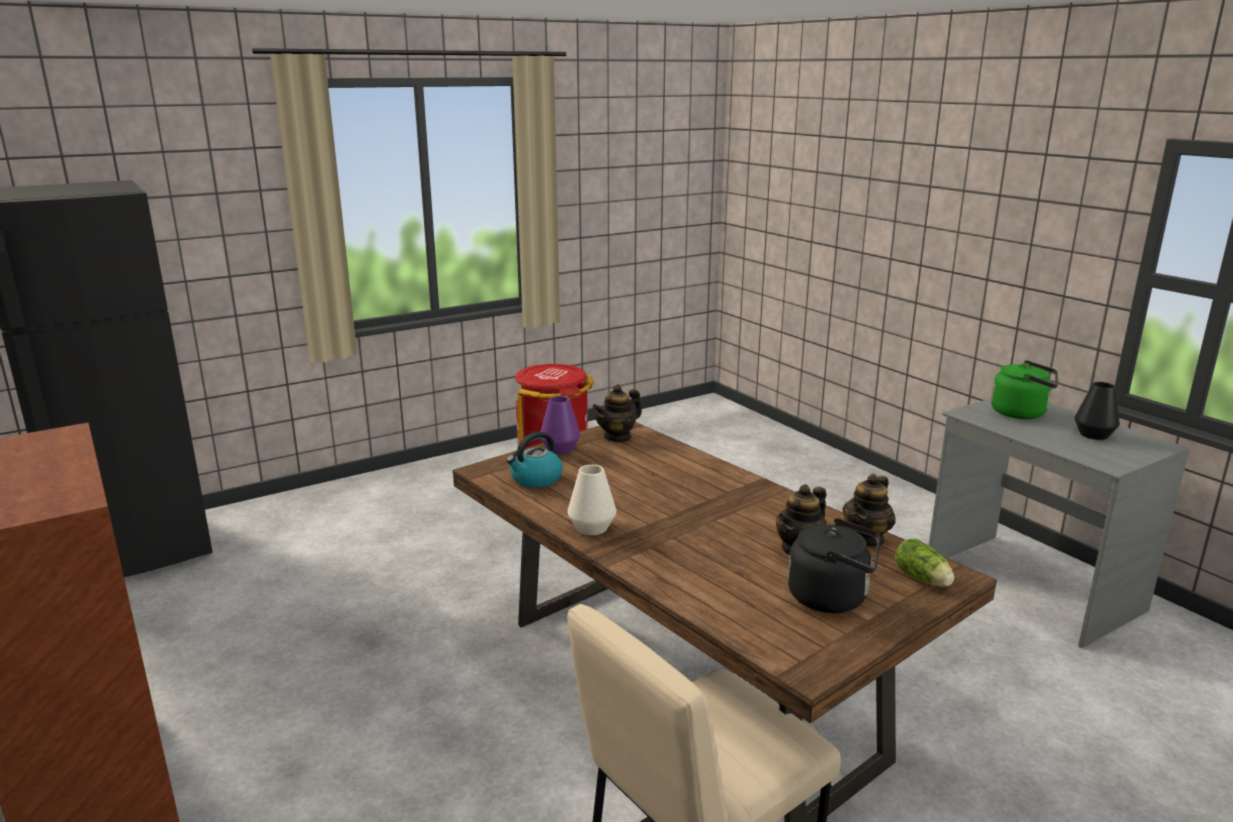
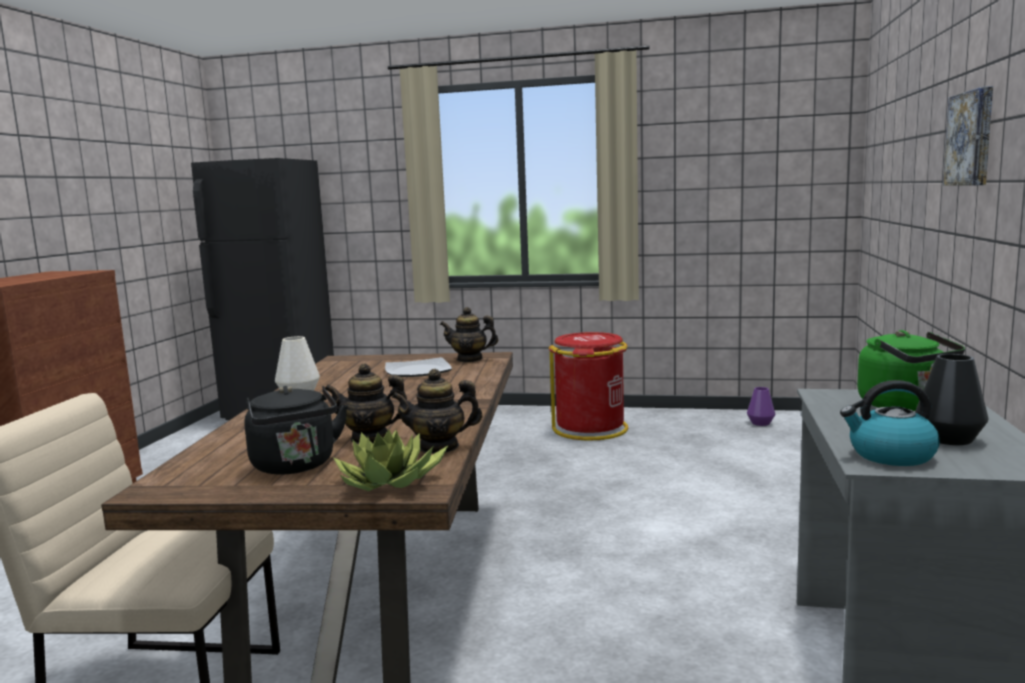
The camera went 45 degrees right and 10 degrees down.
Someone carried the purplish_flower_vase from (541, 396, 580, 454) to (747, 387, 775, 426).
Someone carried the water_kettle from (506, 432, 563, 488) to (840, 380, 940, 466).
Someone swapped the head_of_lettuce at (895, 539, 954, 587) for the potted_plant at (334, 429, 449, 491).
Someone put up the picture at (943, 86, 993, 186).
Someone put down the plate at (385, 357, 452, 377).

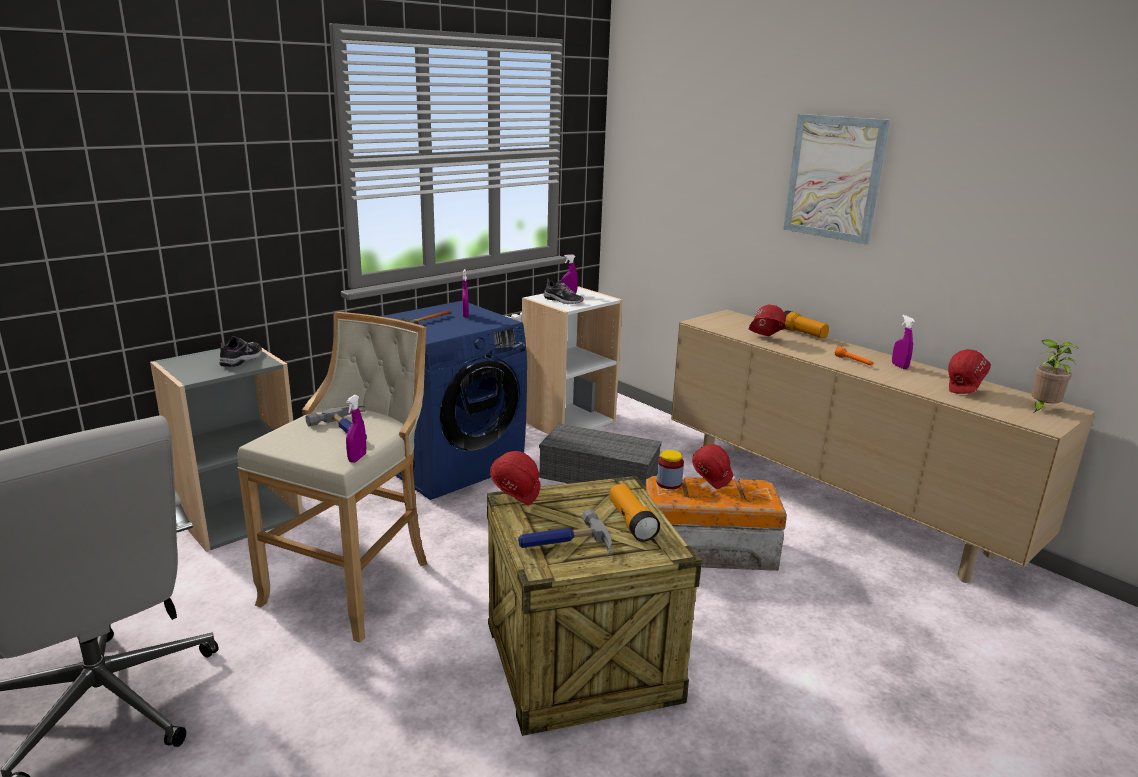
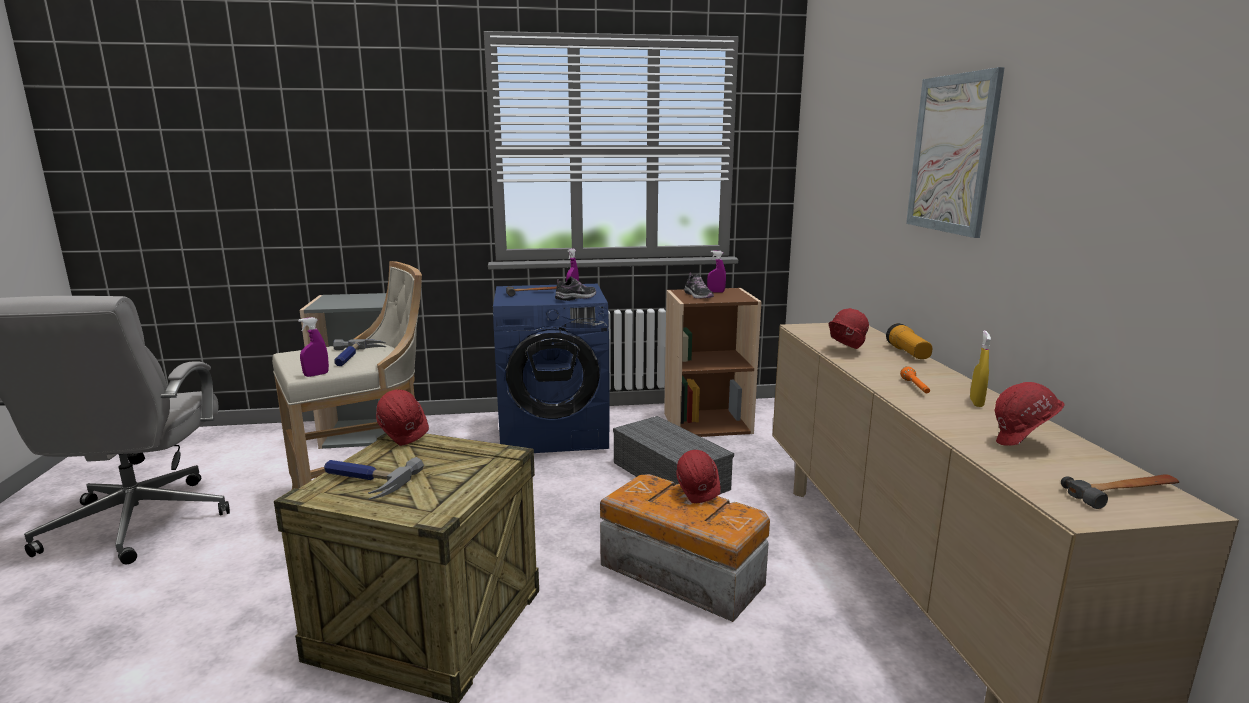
The camera went 35 degrees right and 5 degrees down.
Someone repainted the white_bookshelf at (522, 287, 623, 434), which became the brownish_bookshelf at (664, 288, 762, 437).
Someone repainted the purplish_sprayer at (892, 315, 915, 369), which became the yellowish_sprayer at (970, 330, 991, 407).
Someone carried the low_shoe from (219, 336, 262, 367) to (555, 276, 596, 301).
Someone swapped the potted_plant at (1032, 339, 1080, 412) for the hand_hammer at (1061, 474, 1179, 509).
Someone took away the storage_jar at (657, 450, 684, 489).
Someone took away the flashlight at (610, 484, 660, 542).

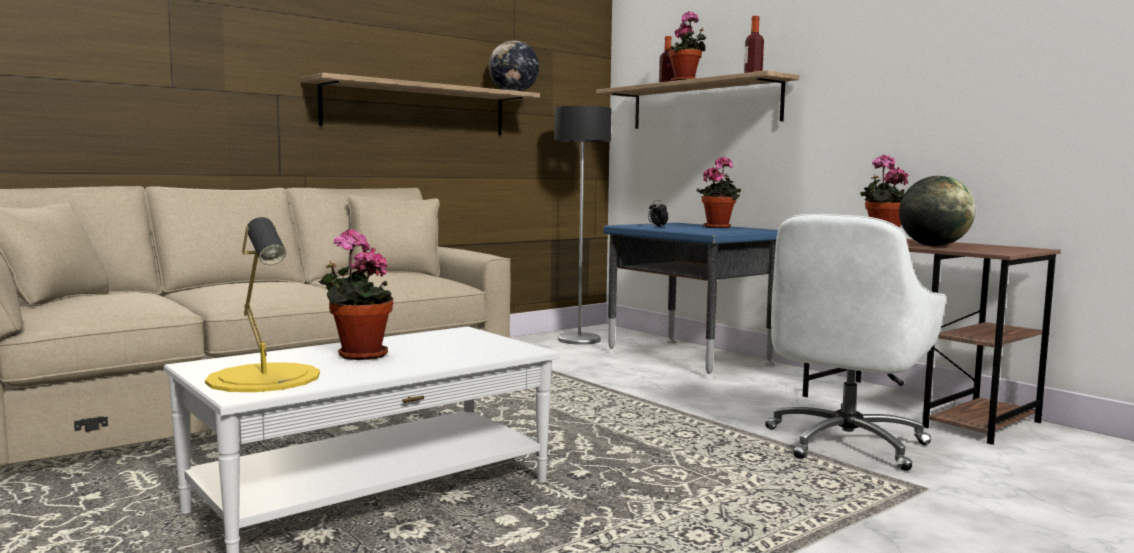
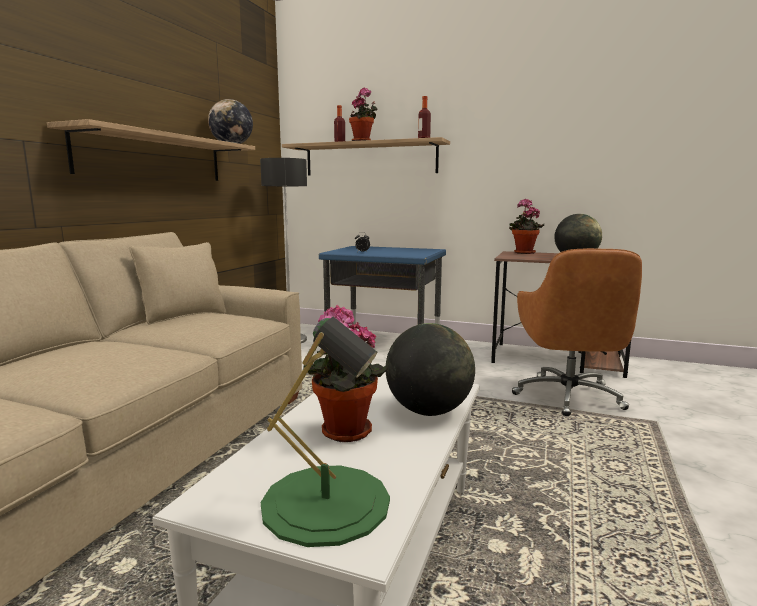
The camera went 30 degrees left and 5 degrees up.
Someone took away the potted_plant at (696, 156, 741, 228).
Someone repainted the white_computer_chair at (765, 214, 946, 471), which became the brownish_computer_chair at (512, 248, 642, 416).
Someone repainted the yellowish_lamp_for_a_table at (205, 217, 320, 392), which became the greenish_lamp_for_a_table at (261, 317, 390, 547).
Someone put down the desk_globe at (386, 323, 475, 416).

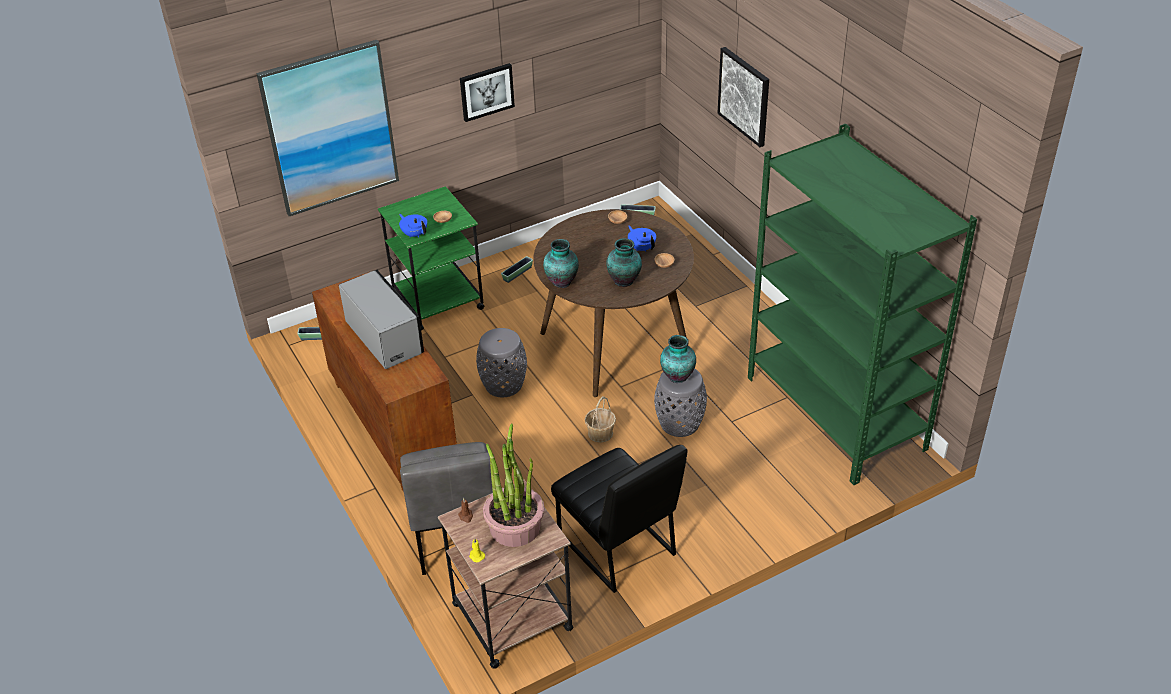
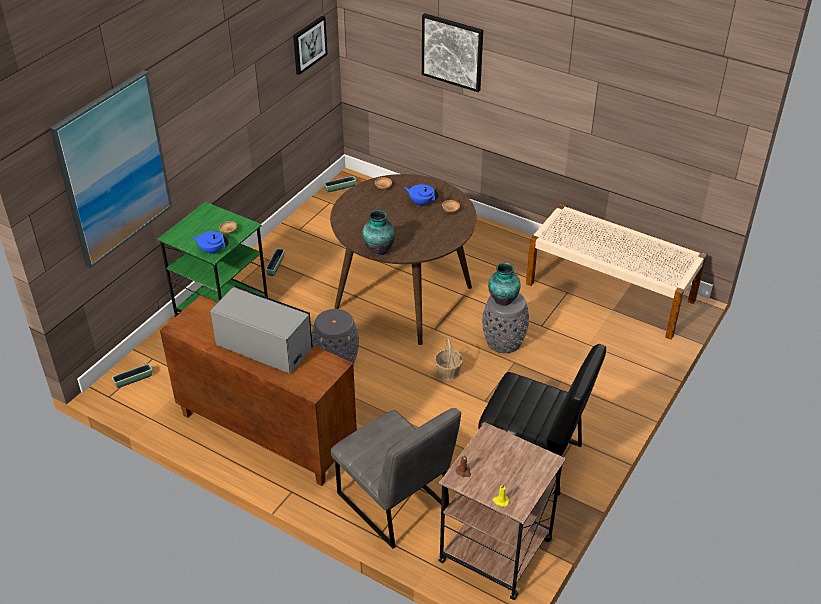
The camera went 30 degrees left and 0 degrees up.
Someone carried the picture from (460, 63, 515, 122) to (293, 16, 328, 75).
Someone swapped the greenish_bookshelf at (748, 124, 977, 485) for the sand-coloured_long_seat at (526, 204, 706, 340).
Someone took away the flower_vase at (606, 238, 642, 287).
Someone took away the potted_plant at (483, 424, 544, 547).

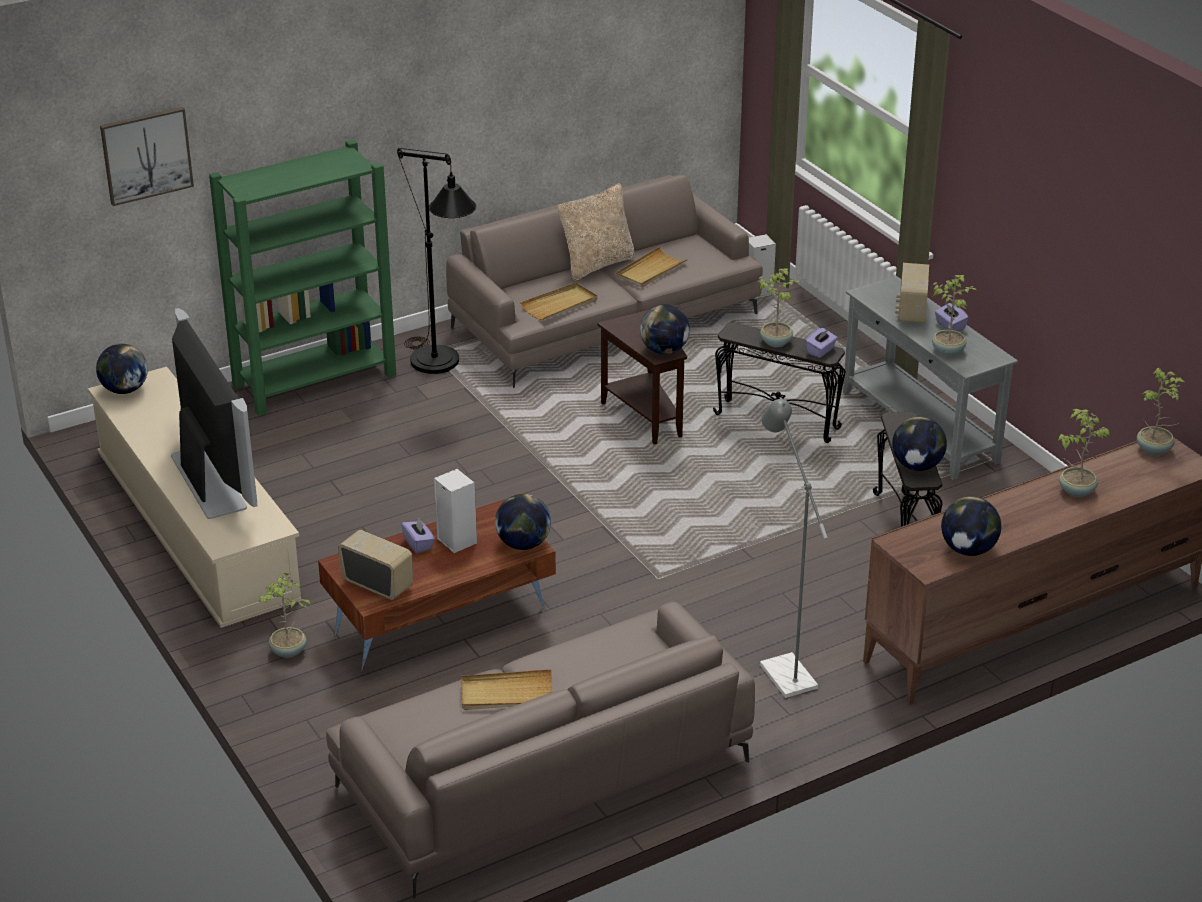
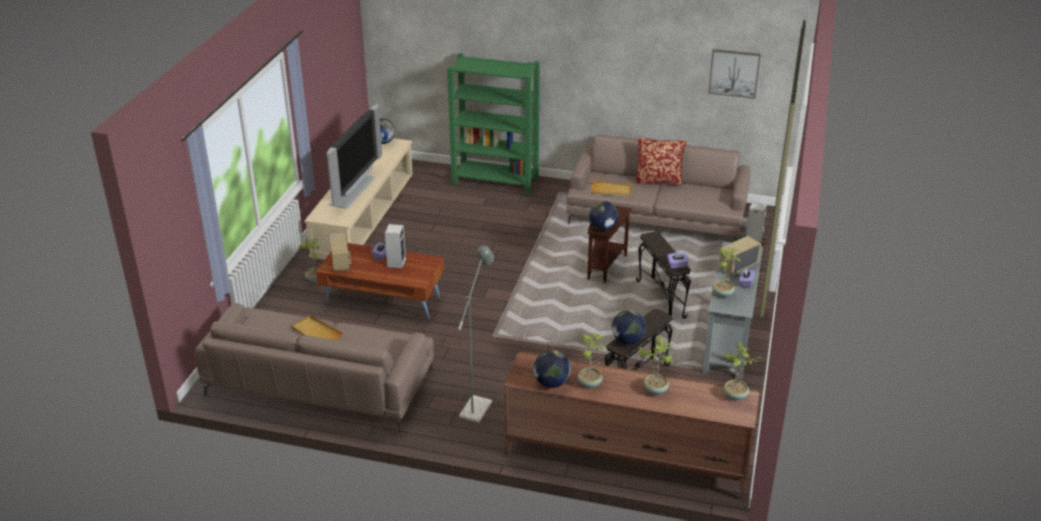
The camera went 45 degrees right and 0 degrees up.
Someone carried the picture from (100, 107, 194, 206) to (708, 49, 761, 99).
Someone took away the black_standard_lamp at (397, 148, 476, 374).
Someone repainted the sand-coloured_pillow at (558, 183, 635, 280), which became the red-coloured_pillow at (636, 137, 687, 186).
Someone took away the sand-coloured_tray at (616, 247, 688, 288).
Someone carried the potted_plant from (758, 269, 800, 347) to (577, 333, 607, 388).
Someone took away the desk_globe at (495, 494, 551, 550).

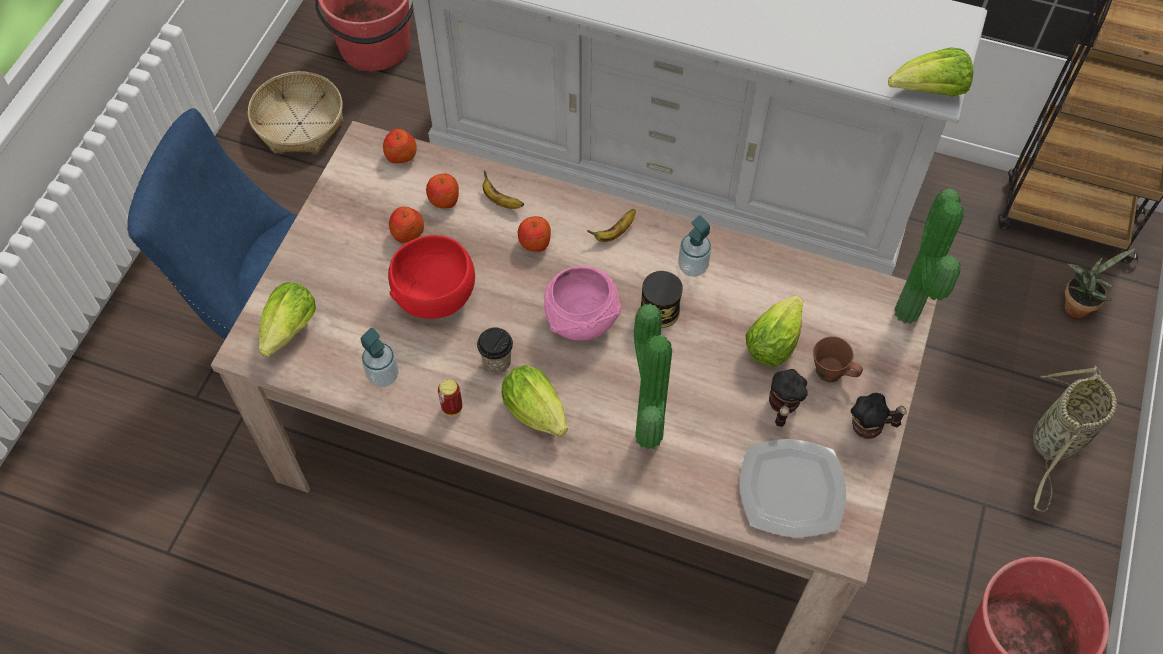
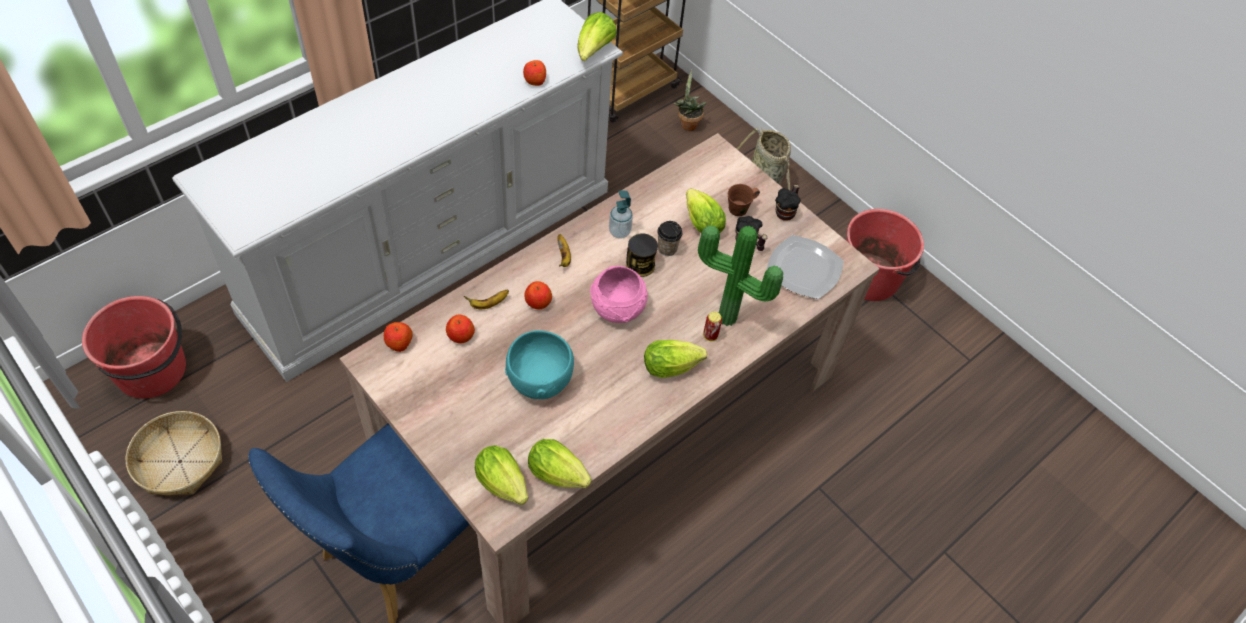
The camera went 65 degrees left and 5 degrees down.
Someone took away the potted_plant at (894, 188, 964, 324).
Someone carried the whole_apple from (389, 207, 424, 243) to (523, 60, 546, 86).
Someone repainted the red-coloured_bowl at (388, 235, 475, 319), which became the blue-green_bowl at (505, 330, 574, 399).
Someone carried the cup from (477, 327, 513, 373) to (657, 221, 683, 256).
Someone took away the soap_dispenser at (361, 328, 399, 387).
Someone carried the metal_can from (438, 379, 462, 415) to (703, 312, 722, 341).
Someone put down the head_of_lettuce at (528, 439, 592, 488).

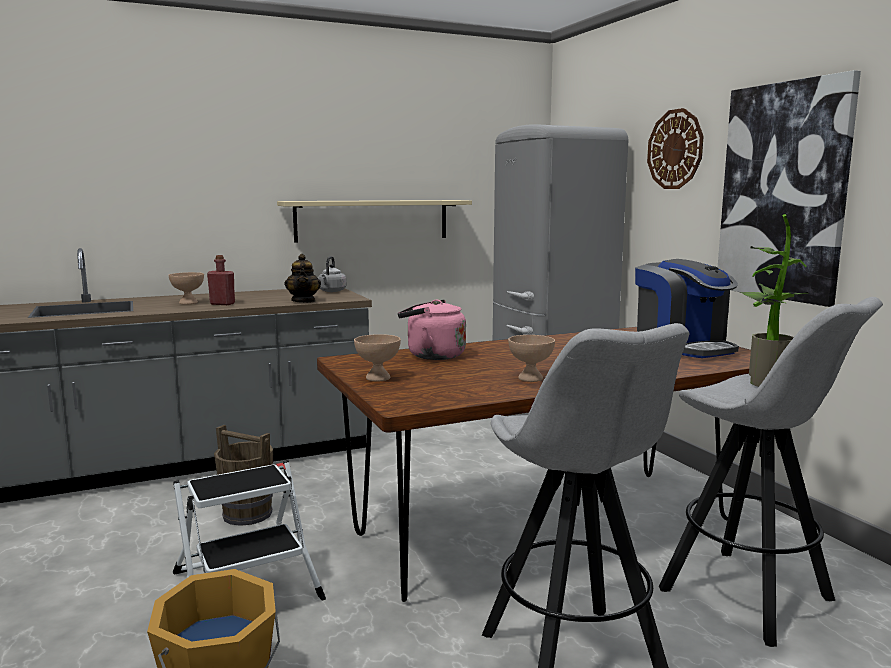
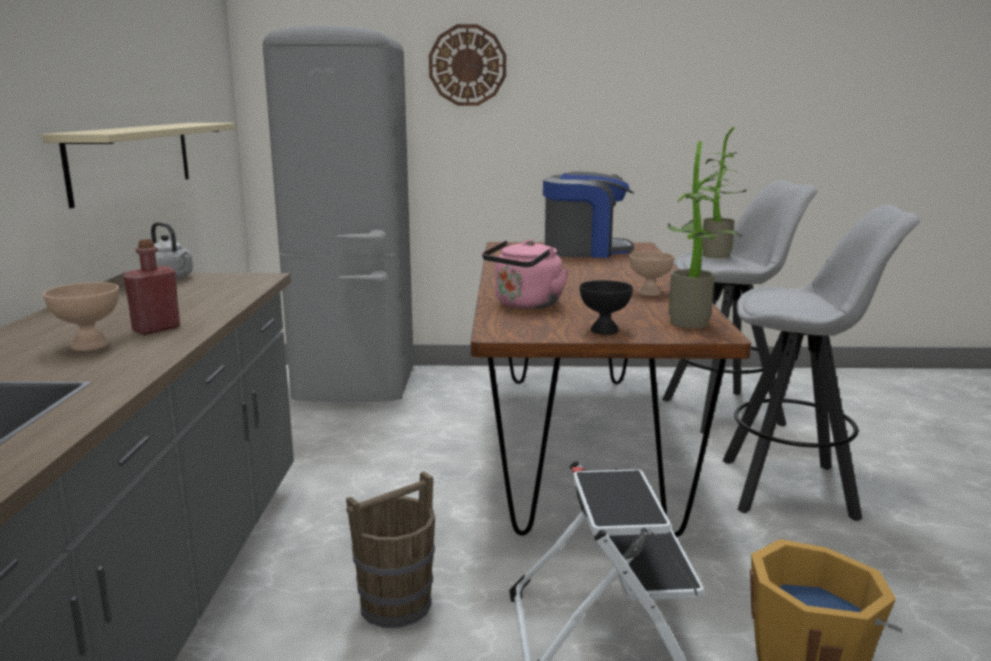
The camera went 65 degrees left and 5 degrees up.
Someone took away the picture at (718, 70, 861, 307).
Someone took away the teapot at (284, 254, 321, 303).
Someone repainted the sand-coloured_bowl at (354, 334, 401, 381), which became the black_bowl at (580, 280, 633, 335).
Someone put down the potted_plant at (668, 141, 743, 328).

